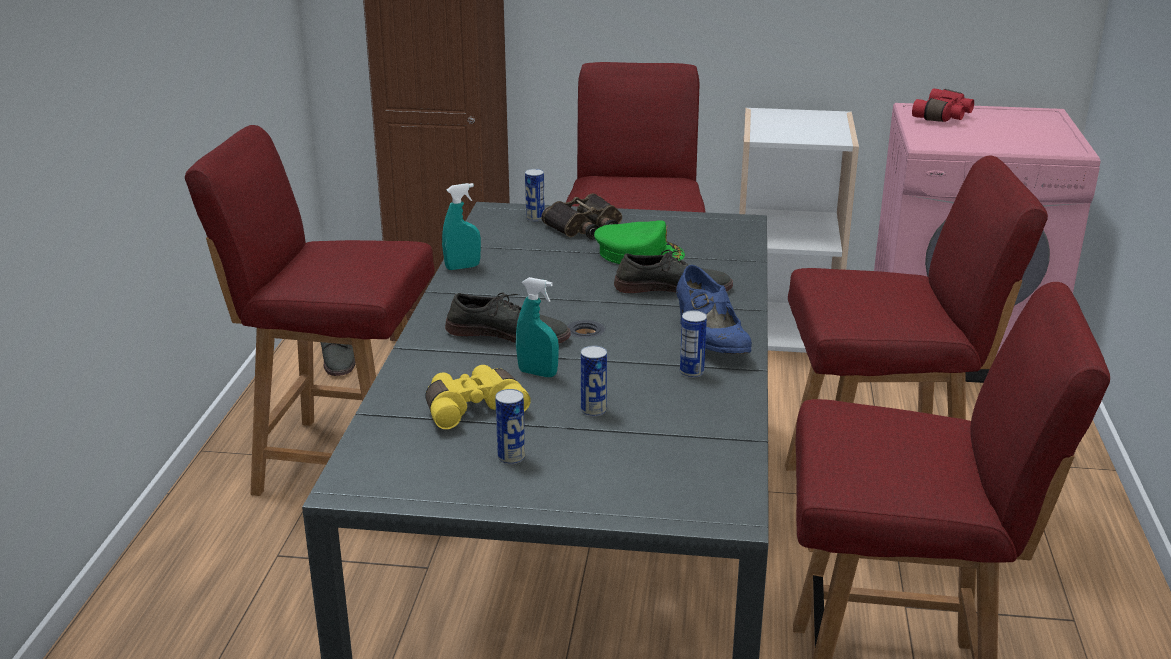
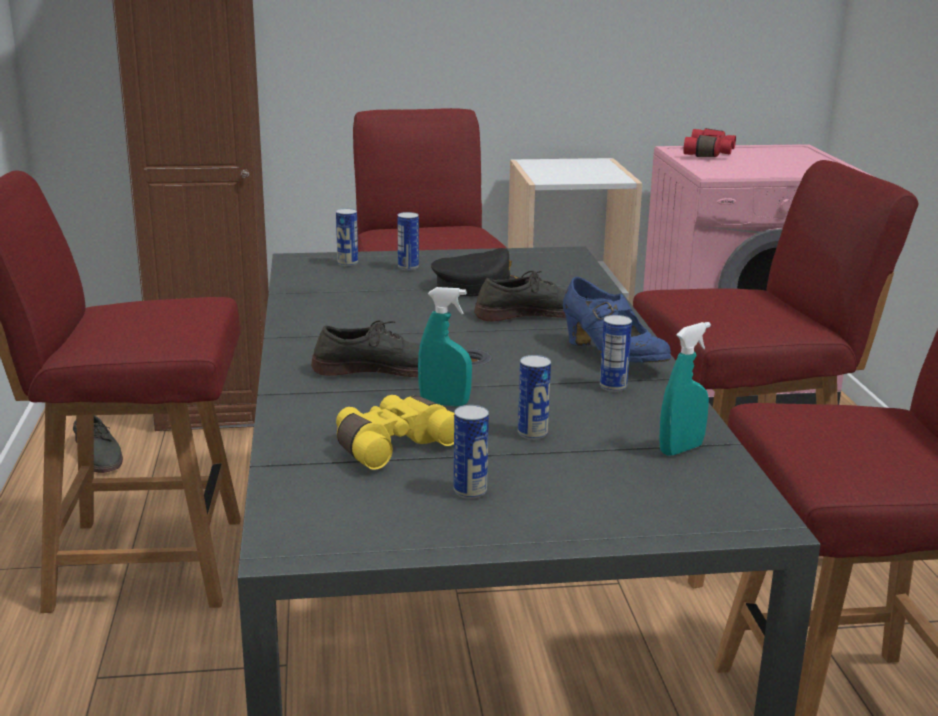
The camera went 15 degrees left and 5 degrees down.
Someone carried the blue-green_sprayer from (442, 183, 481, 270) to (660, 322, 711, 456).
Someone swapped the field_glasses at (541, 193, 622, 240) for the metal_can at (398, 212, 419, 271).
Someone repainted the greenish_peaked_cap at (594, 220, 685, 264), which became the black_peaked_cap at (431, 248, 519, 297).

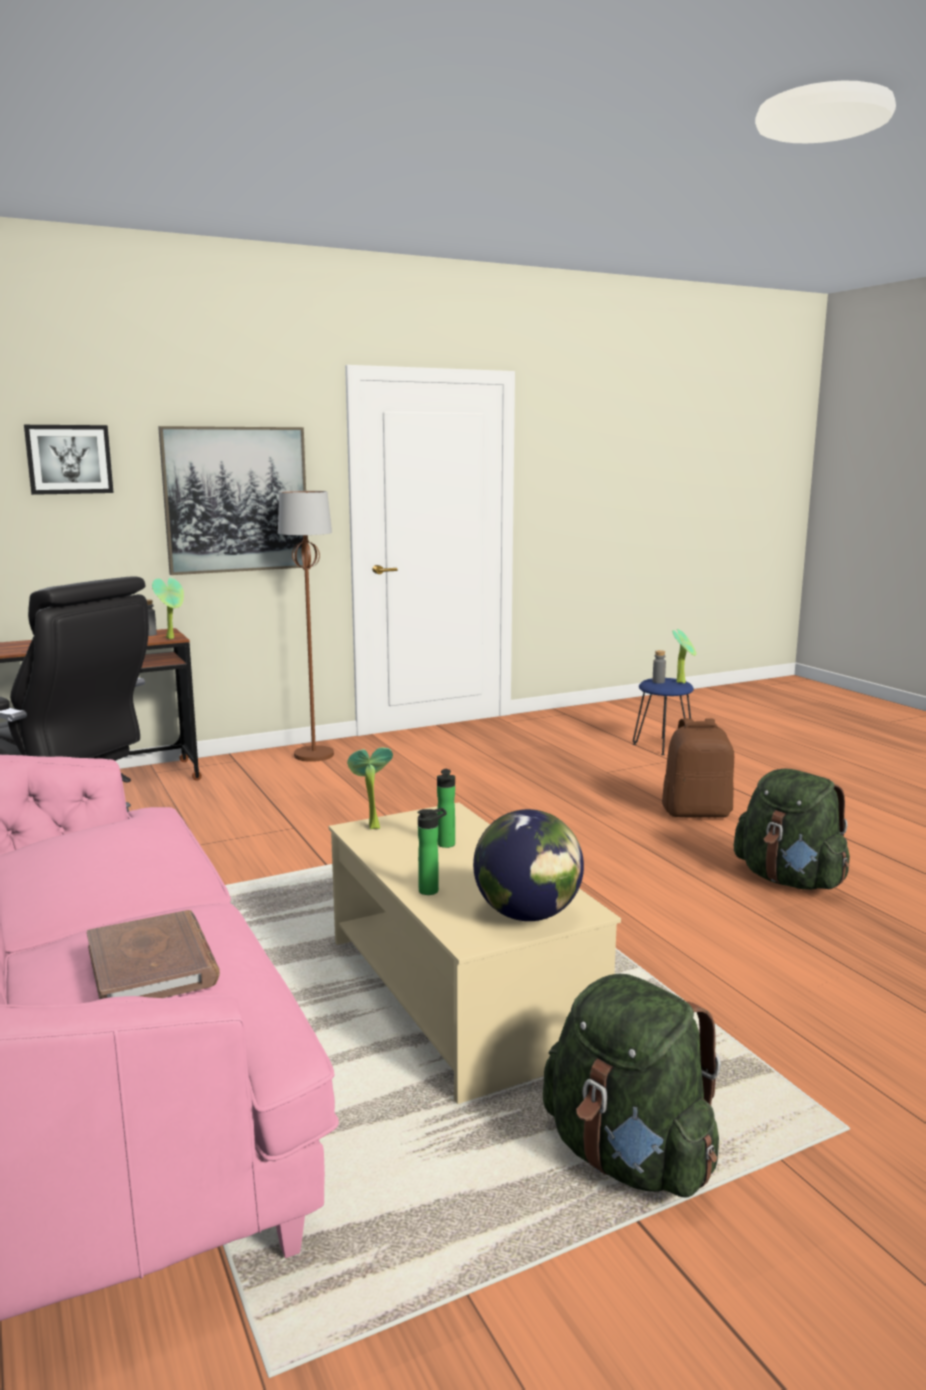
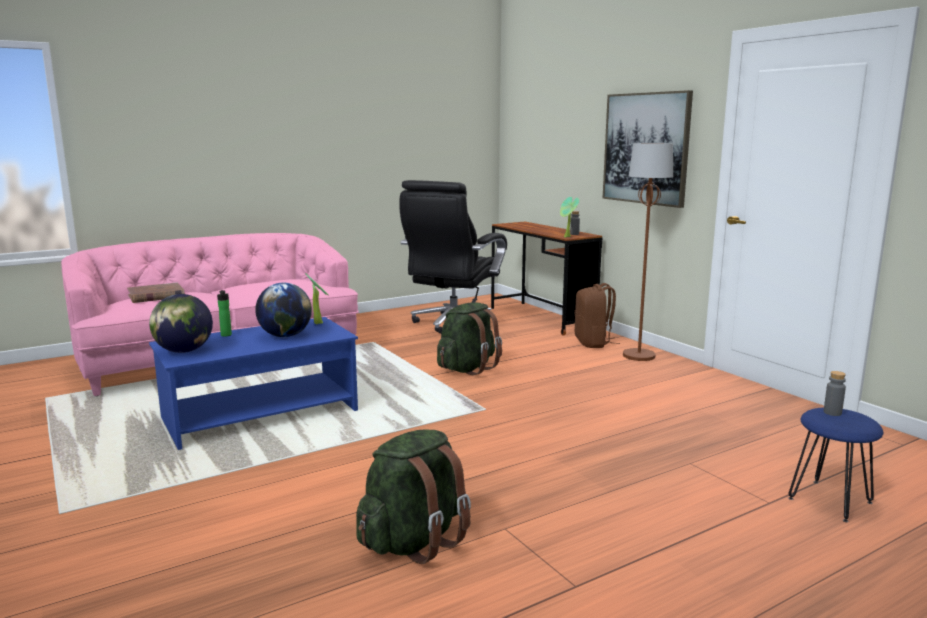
The camera went 85 degrees right and 0 degrees up.
Someone took away the picture at (24, 425, 114, 495).
Someone took away the potted_plant at (672, 629, 696, 683).
Someone carried the brownish_rucksack from (662, 718, 734, 818) to (575, 283, 620, 348).
Someone swapped the bottle at (437, 769, 455, 848) for the desk_globe at (255, 283, 312, 337).
Someone repainted the sand-coloured_lounge_table at (329, 802, 621, 1104), which became the blue_lounge_table at (149, 317, 358, 450).
Someone carried the greenish_rucksack from (543, 973, 721, 1198) to (437, 302, 502, 375).

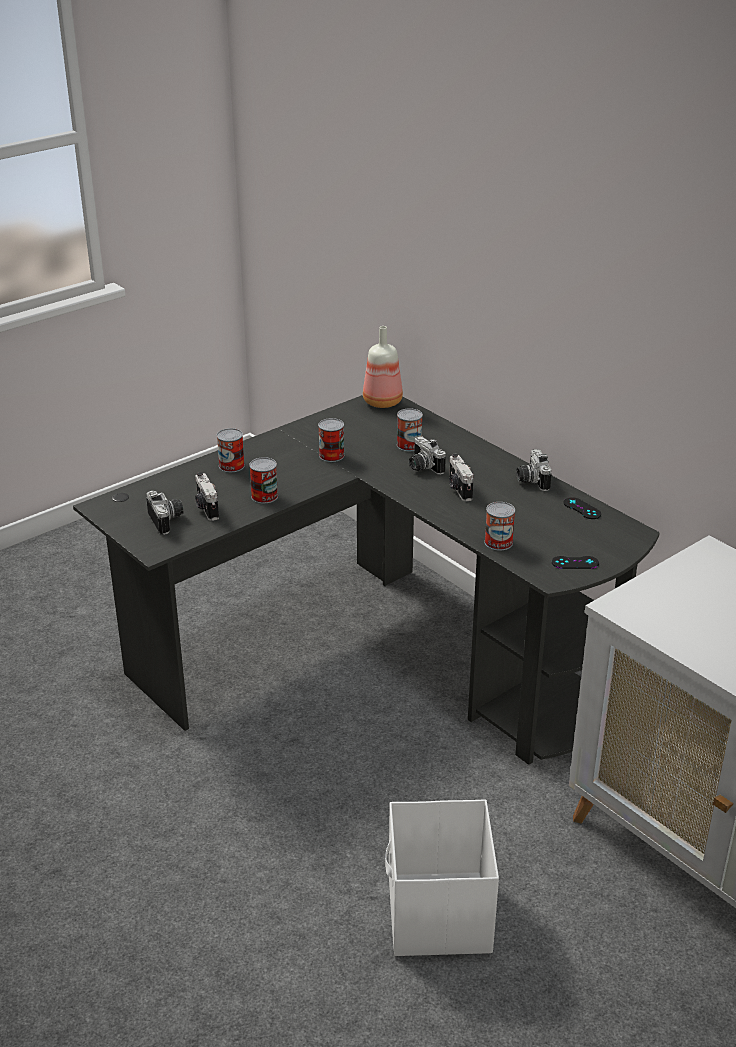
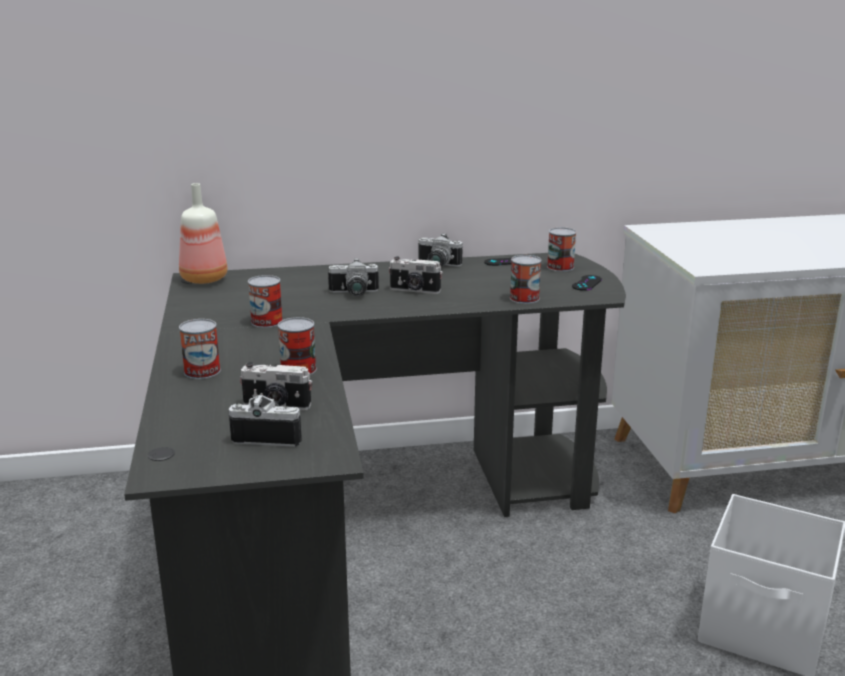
The camera went 60 degrees left and 10 degrees down.
Someone carried the metal_can from (397, 408, 423, 451) to (547, 227, 577, 272).

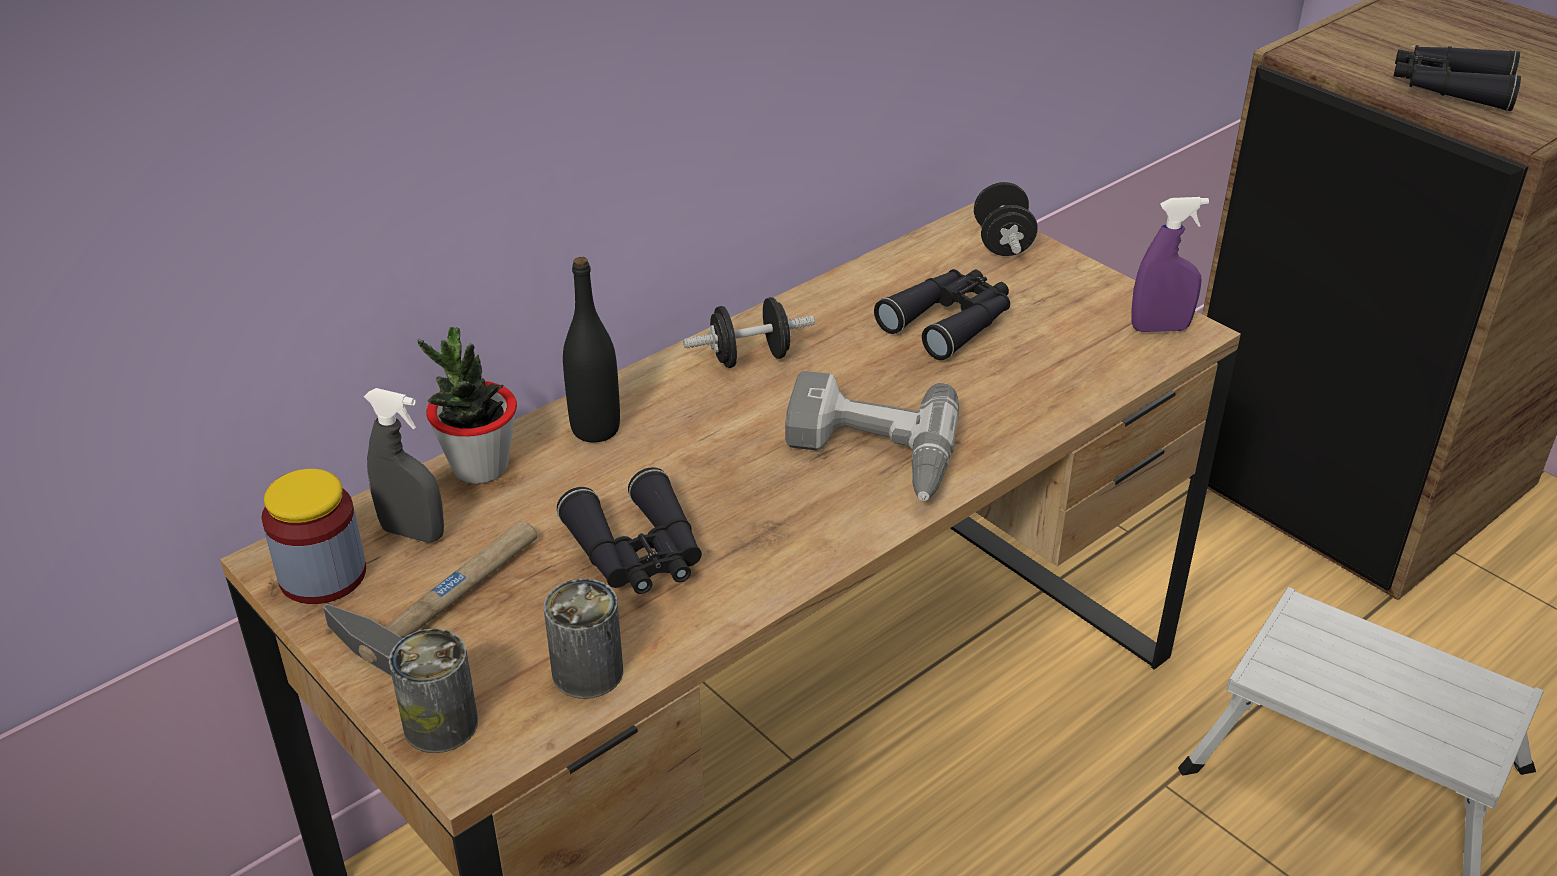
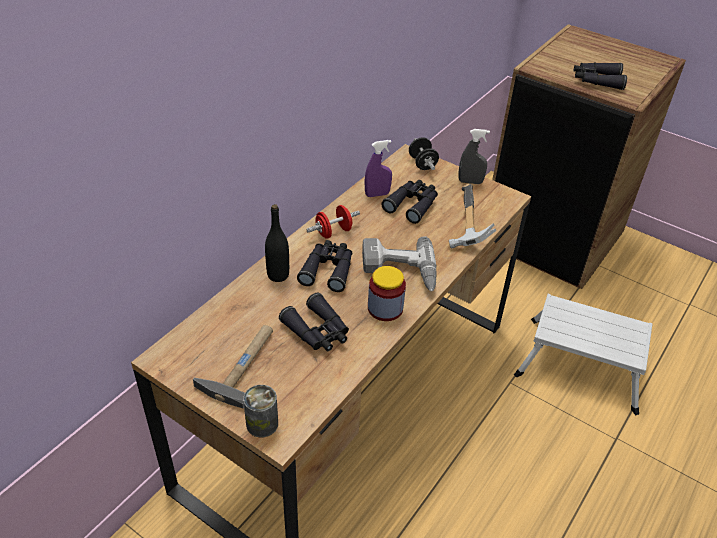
The camera went 15 degrees left and 5 degrees up.
Someone carried the purplish_sprayer from (1131, 197, 1209, 332) to (365, 140, 392, 197).
Someone repainted the black_hand_weight at (683, 297, 815, 368), which became the red-coloured_hand_weight at (306, 205, 360, 239).
Someone took away the potted_plant at (417, 327, 517, 484).
Someone carried the gray_sprayer from (364, 388, 444, 542) to (459, 129, 490, 184).
Someone carried the storage_jar from (261, 469, 366, 604) to (368, 266, 406, 321).
Someone took away the metal_can at (544, 579, 623, 699).
Someone put down the hand_hammer at (449, 184, 496, 248).
Someone put down the black_field_glasses at (297, 240, 352, 292).

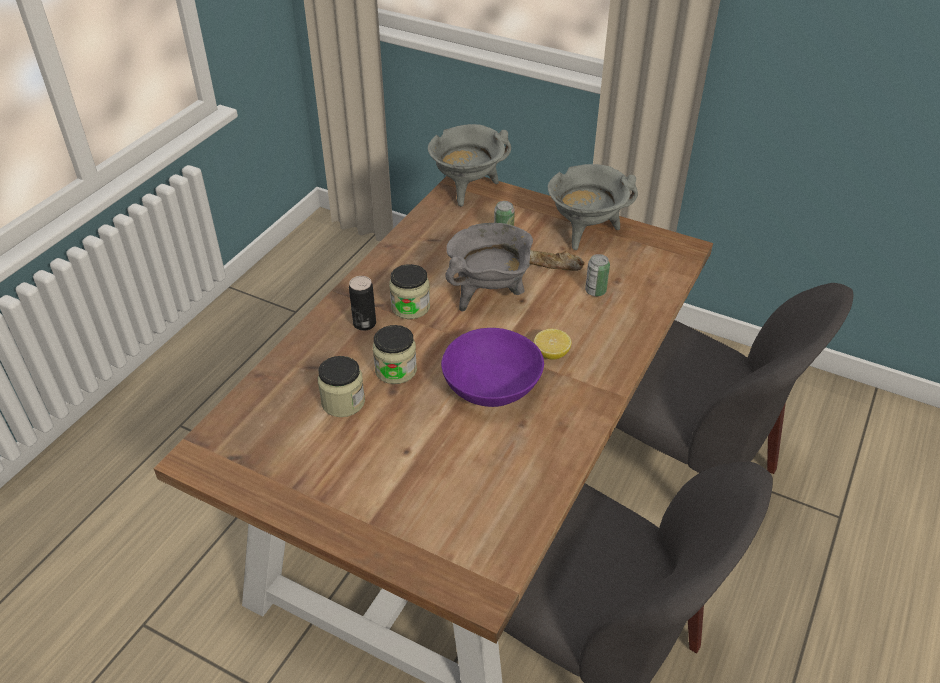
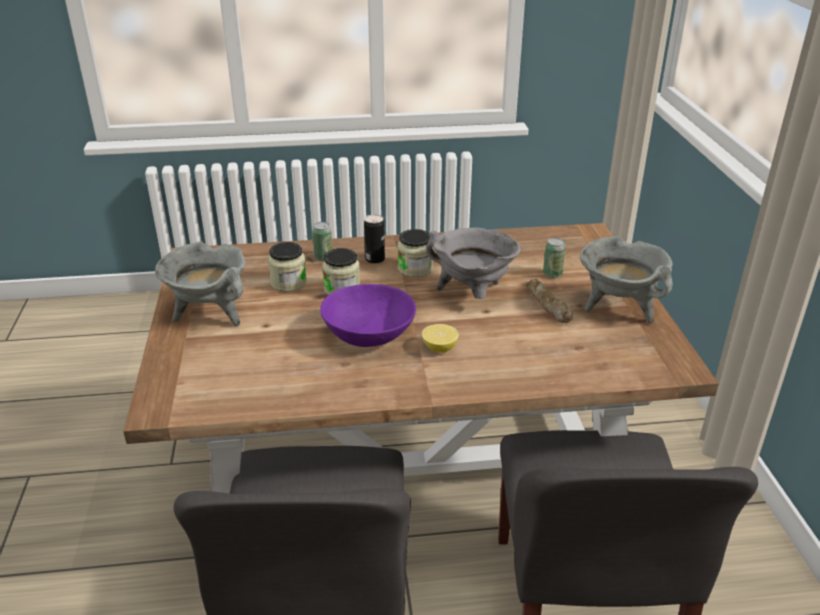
The camera went 55 degrees right and 10 degrees down.
Someone carried the gray_cooking_pot from (428, 124, 511, 207) to (155, 242, 246, 326).
Someone carried the metal_can from (585, 254, 610, 296) to (312, 222, 332, 261).

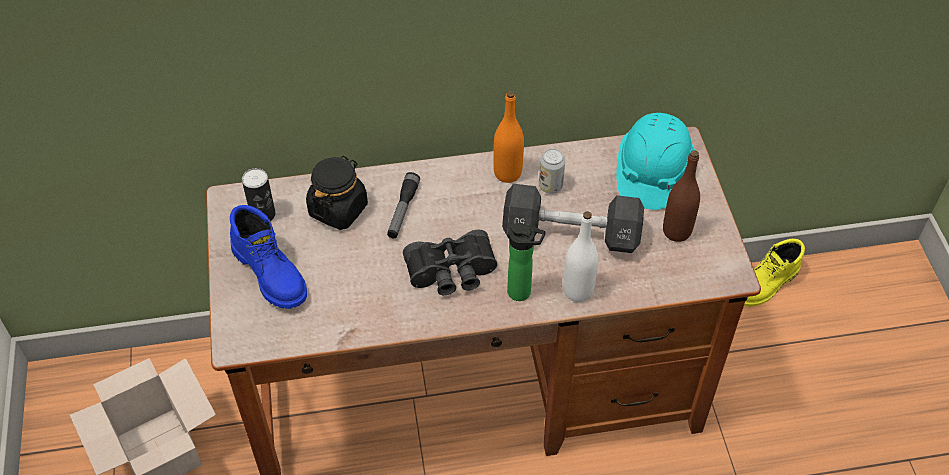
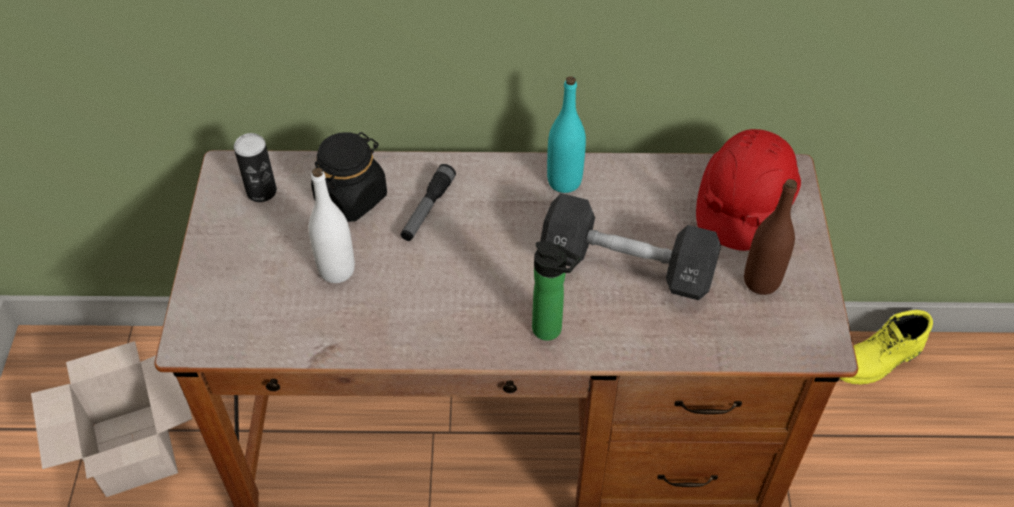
The camera went 10 degrees right and 0 degrees up.
Someone repainted the orangey_bottle at (493, 91, 524, 183), which became the blue-green_bottle at (547, 76, 586, 193).
Someone repainted the blue-green_hard_hat at (616, 113, 695, 210), which became the red-coloured_hard_hat at (696, 129, 801, 251).
Someone took away the metal_can at (539, 149, 565, 194).
Someone took away the blue_tall_boot at (230, 205, 307, 309).
Someone carried the white_bottle from (563, 211, 598, 302) to (309, 167, 355, 283).
Someone took away the black_field_glasses at (403, 230, 497, 295).

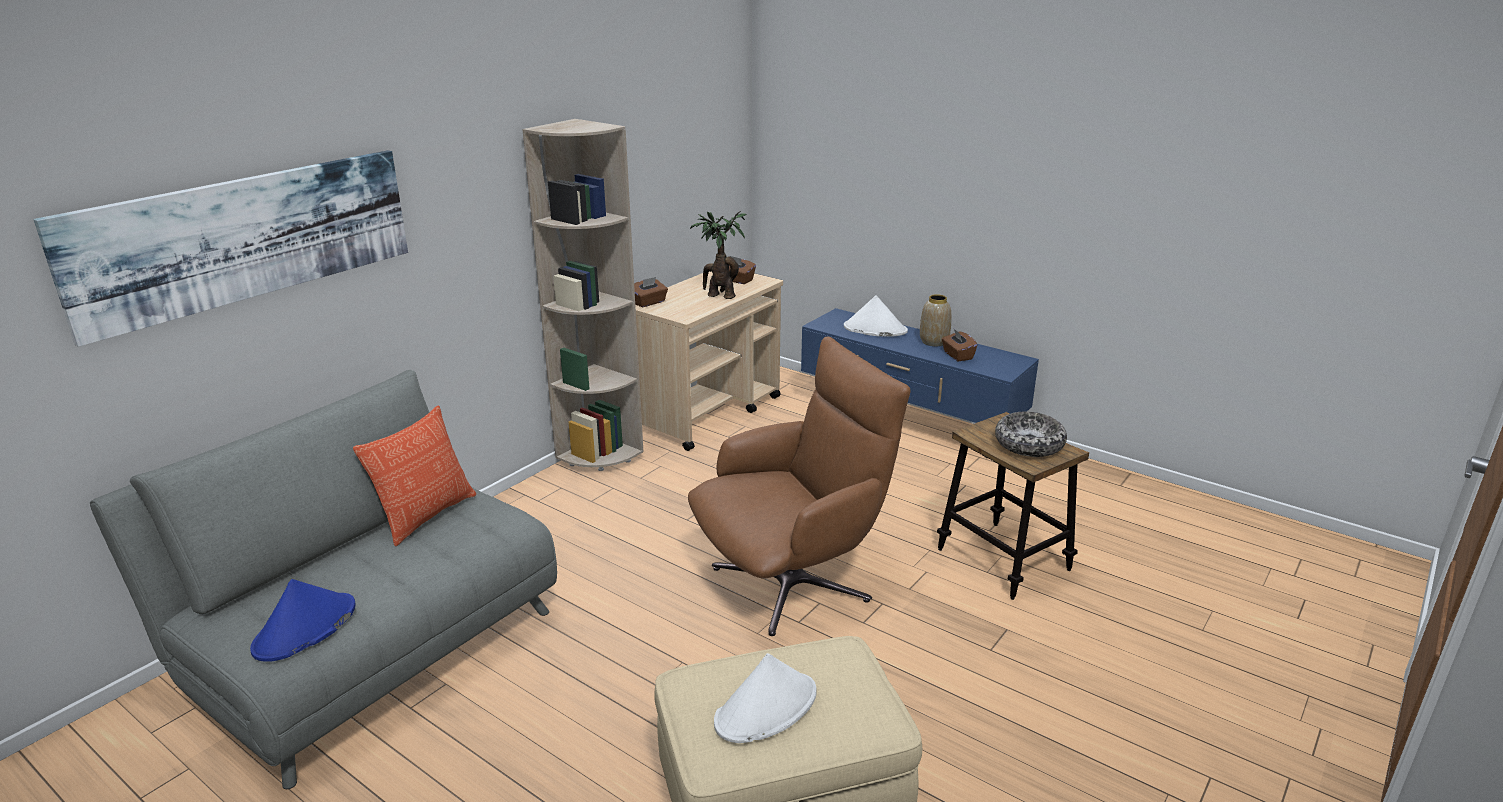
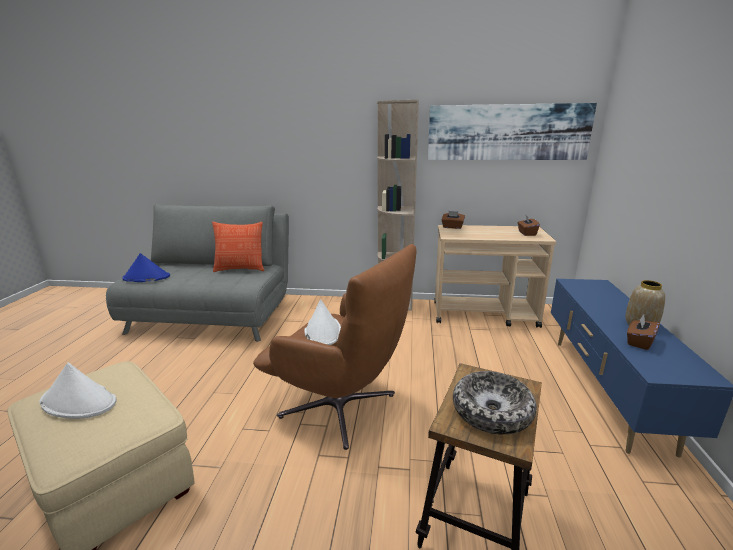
The camera went 60 degrees right and 5 degrees down.
Someone carried the picture from (33, 150, 408, 347) to (428, 103, 597, 160).
Someone took away the potted_plant at (690, 211, 747, 299).
Someone carried the white_wearable_hat from (844, 295, 908, 337) to (304, 299, 341, 345).

